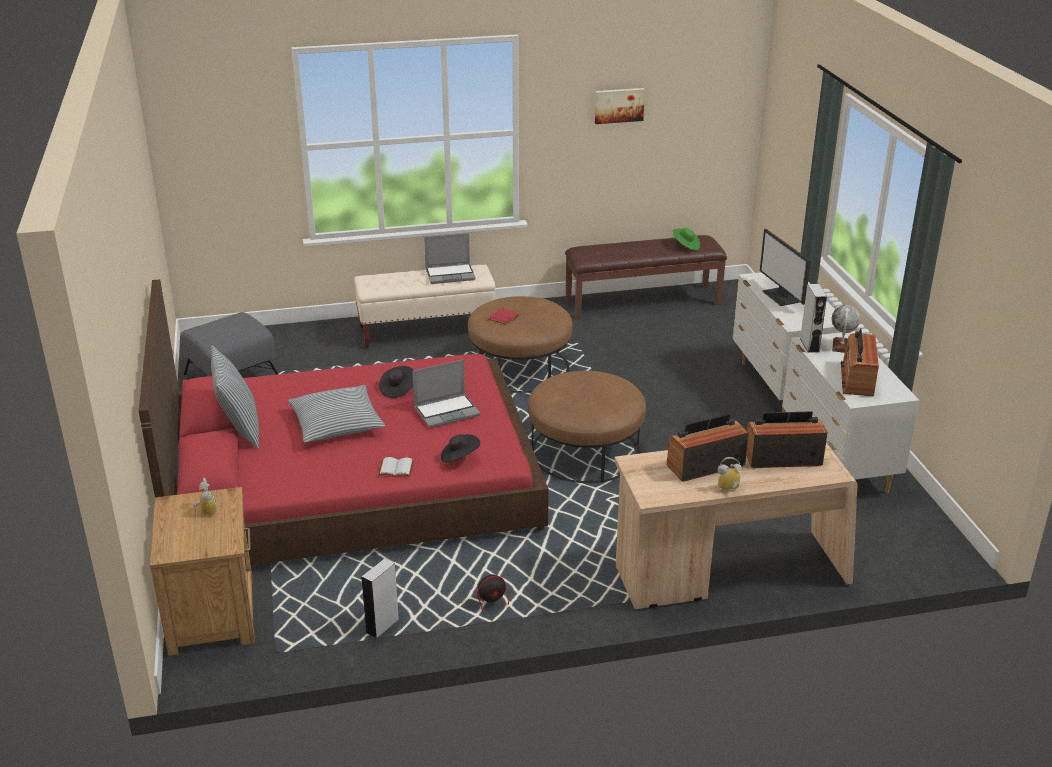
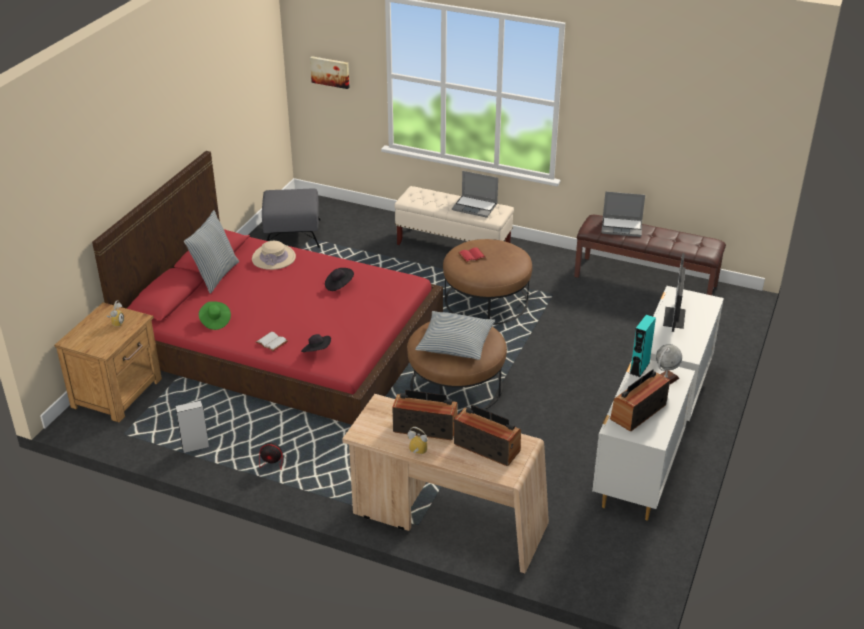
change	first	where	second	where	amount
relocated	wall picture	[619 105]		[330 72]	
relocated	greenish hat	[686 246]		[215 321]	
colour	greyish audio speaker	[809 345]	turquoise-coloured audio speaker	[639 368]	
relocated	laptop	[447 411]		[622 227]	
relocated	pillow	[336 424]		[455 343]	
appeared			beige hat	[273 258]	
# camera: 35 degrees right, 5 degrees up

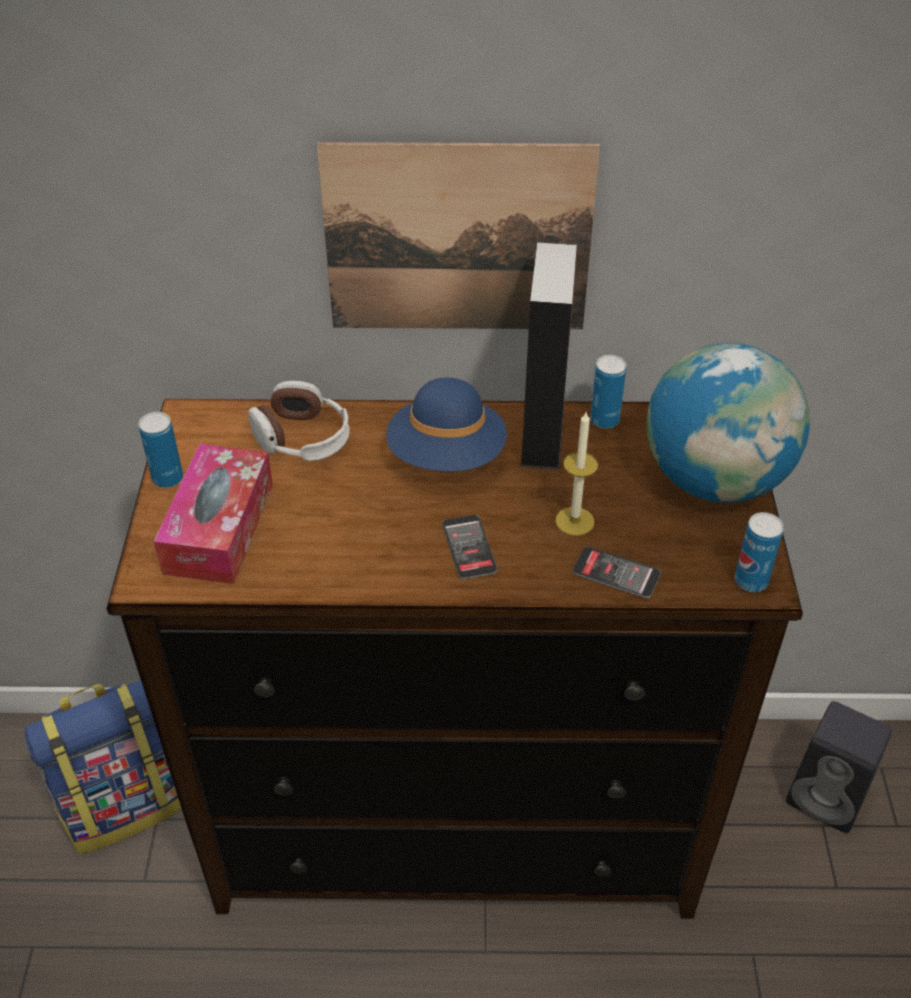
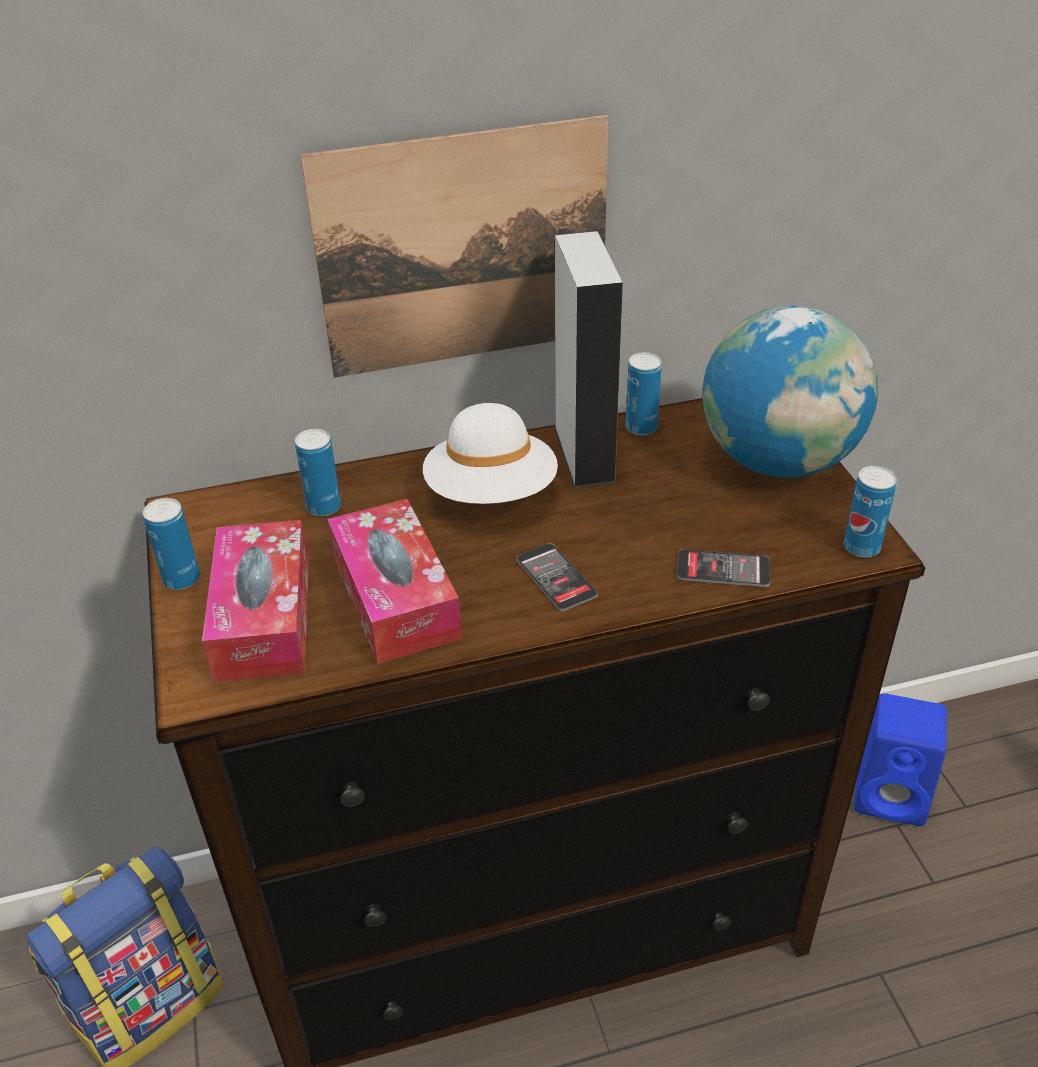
change	first	where	second	where	amount
colour	blue-coloured hat	[447 456]	whitish hat	[491 493]	
exchanged	headset	[302 438]	can	[324 507]	
missing	candle	[574 521]			
colour	blackish audio speaker	[829 797]	blue-coloured audio speaker	[893 796]	
appeared			tissue holder	[395 598]	
# camera: 15 degrees left, 5 degrees down

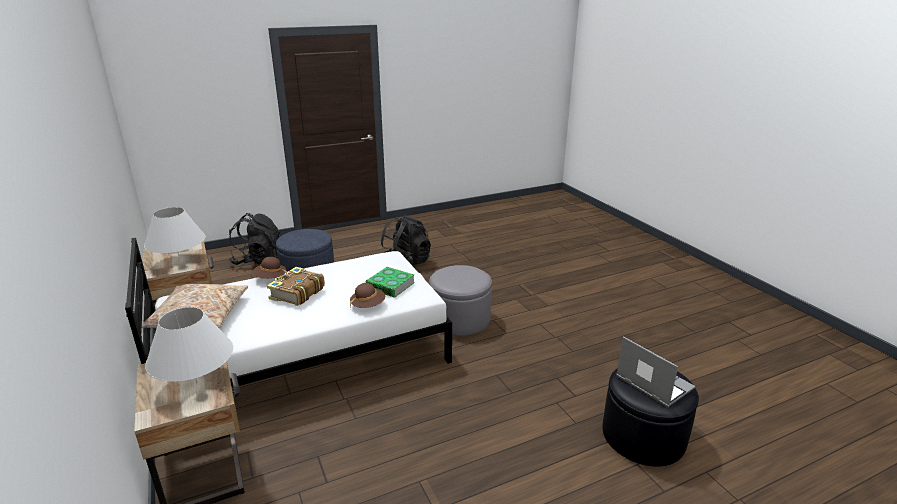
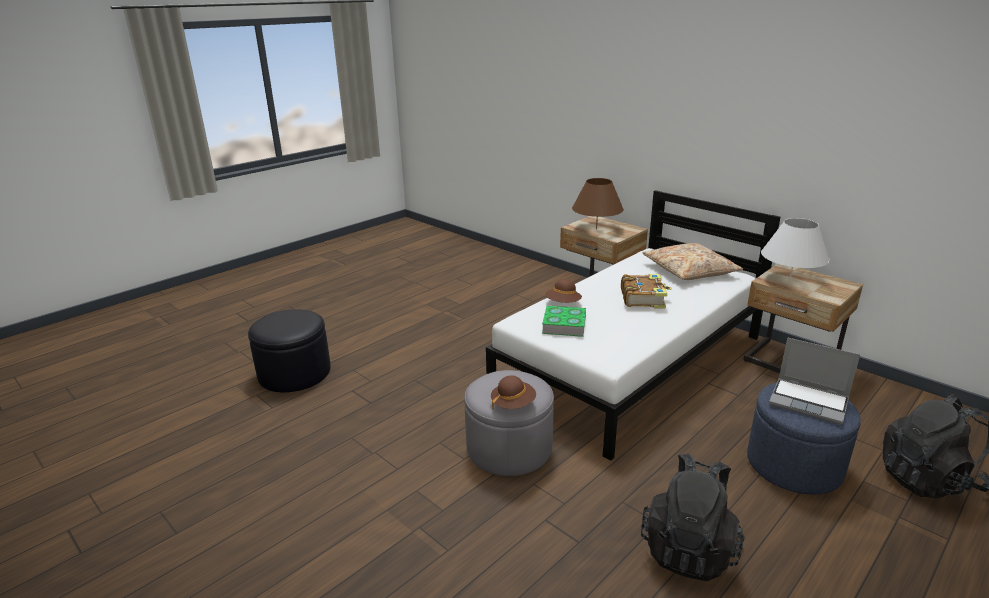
change	first	where	second	where	amount
relocated	brown-coloured hat	[270 278]		[513 404]	
colour	whitish tabletop lamp	[197 383]	brown-coloured tabletop lamp	[596 229]	
relocated	laptop	[652 383]		[809 402]	
# camera: 160 degrees right, 0 degrees up

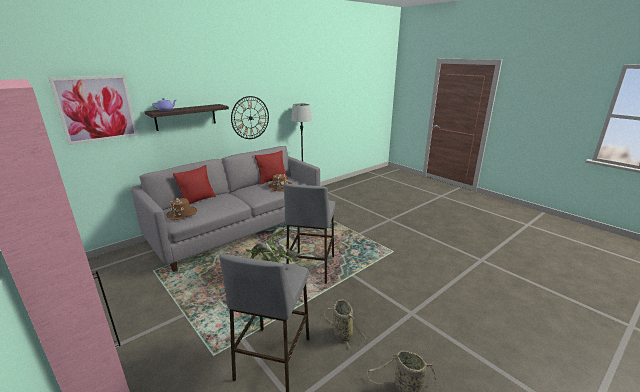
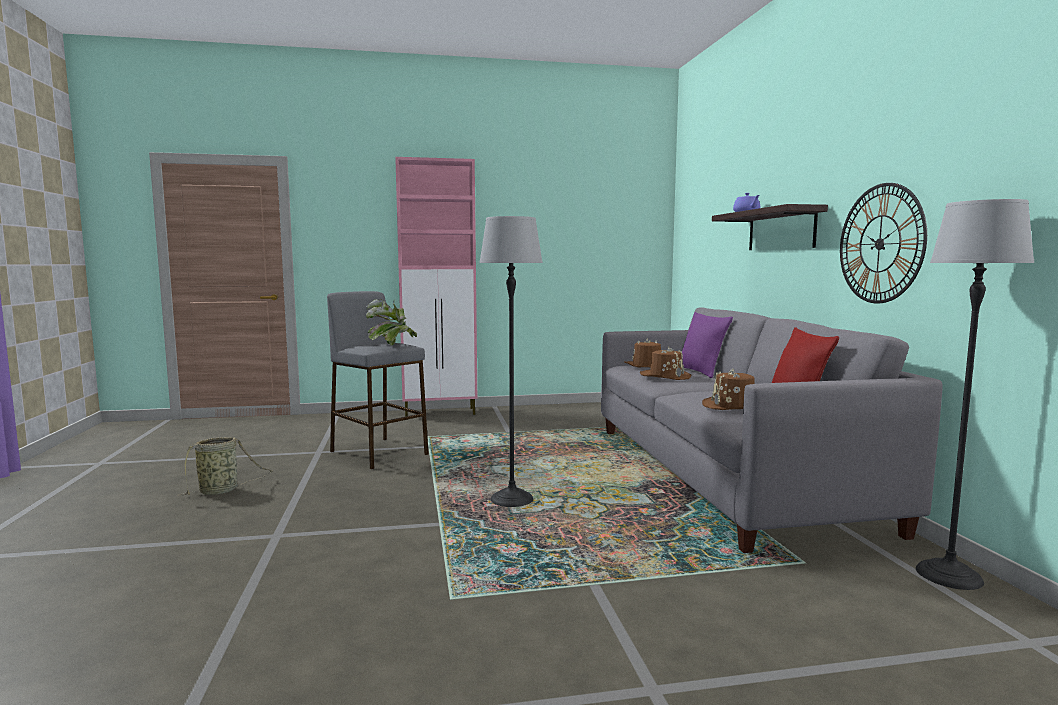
change	first	where	second	where	amount
missing	wall picture	[97 109]			
colour	reddish pillow	[197 200]	purple-coloured pillow	[700 372]	
exchanged	greyish stool seat	[311 267]	floor lamp	[512 499]	
missing	basket	[342 333]			
appeared			brown-coloured hat	[665 376]	
# camera: 120 degrees right, 15 degrees down

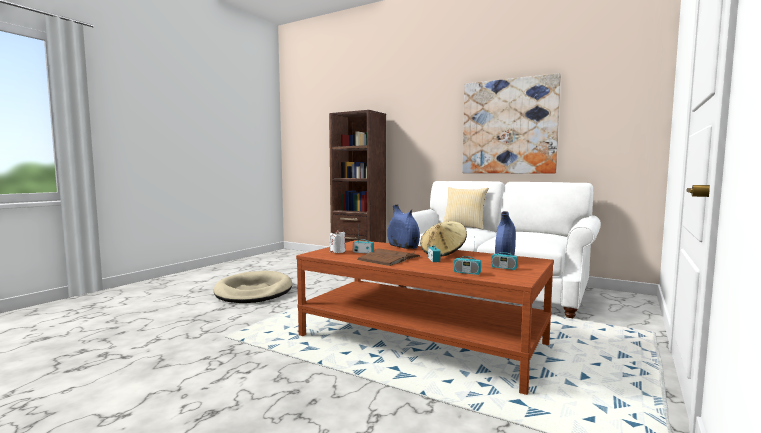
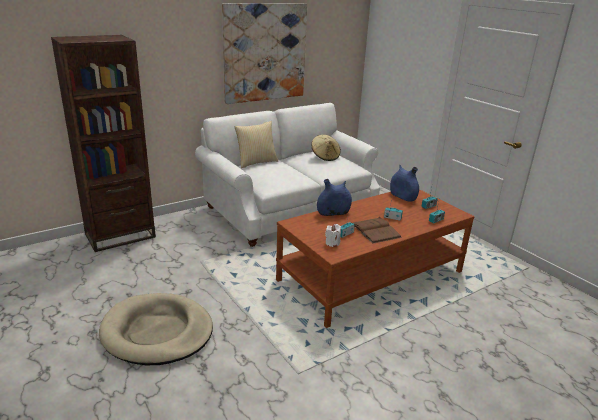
change	first	where	second	where	amount
relocated	beige hat	[443 253]		[325 157]	
# camera: 65 degrees left, 20 degrees up

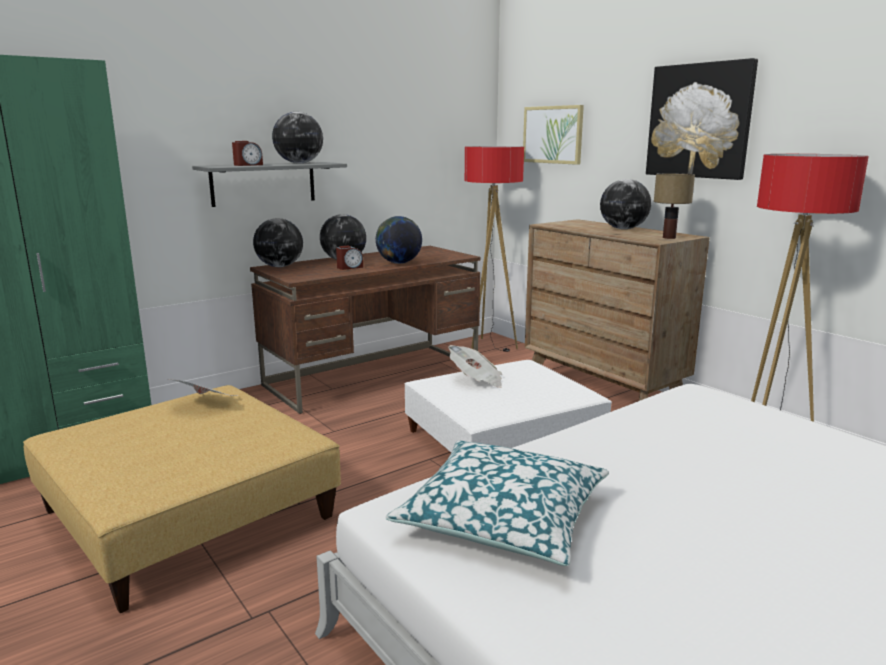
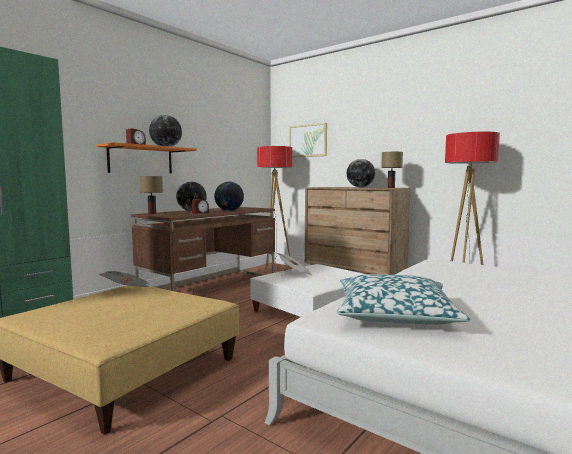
change	first	where	second	where	amount
missing	wall picture	[699 121]			
colour	greyish shelf	[263 183]	orange-coloured shelf	[141 160]	
exchanged	world globe	[280 266]	tabletop lamp	[152 213]	
# camera: 15 degrees left, 10 degrees down

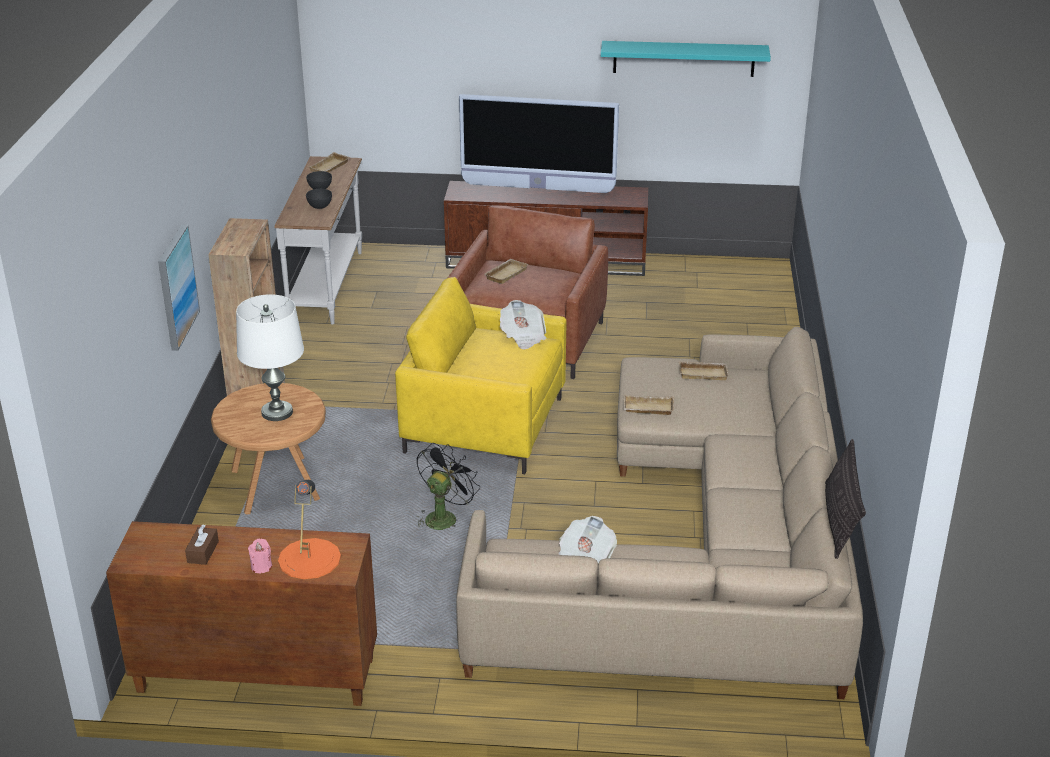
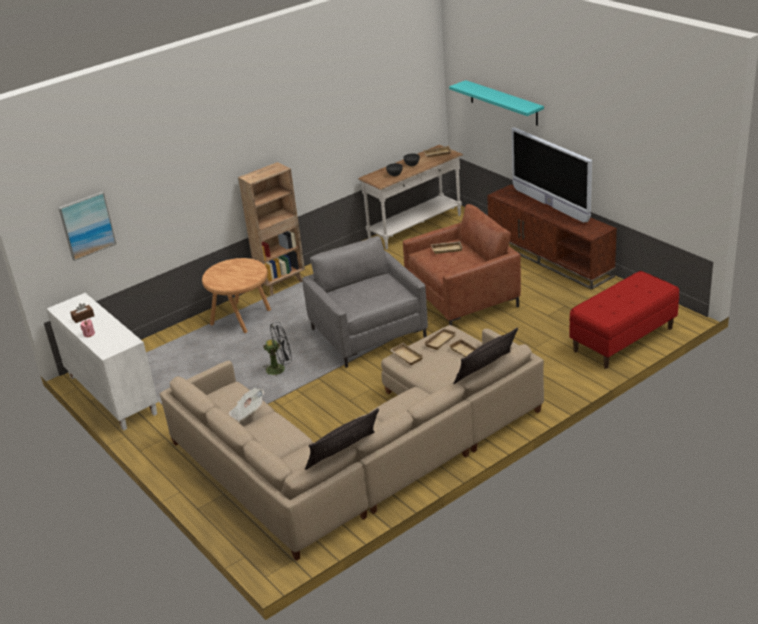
change	first	where	second	where	amount
relocated	turquoise-coloured shelf	[684 58]		[503 103]	
relocated	wall picture	[176 287]		[87 225]	
colour	yellow easy chair	[484 425]	greyish easy chair	[368 334]	
missing	whitish tabletop lamp	[277 412]			
missing	daily paper	[523 336]			
missing	orange-coloured tabletop lamp	[309 559]			
colour	brown-coloured storage cabinet	[254 675]	whitish storage cabinet	[111 395]	
appeared			reddish bench	[623 340]	
appeared			pillow	[486 369]	
appeared			beige serving tray	[439 340]	
# camera: 50 degrees right, 0 degrees up

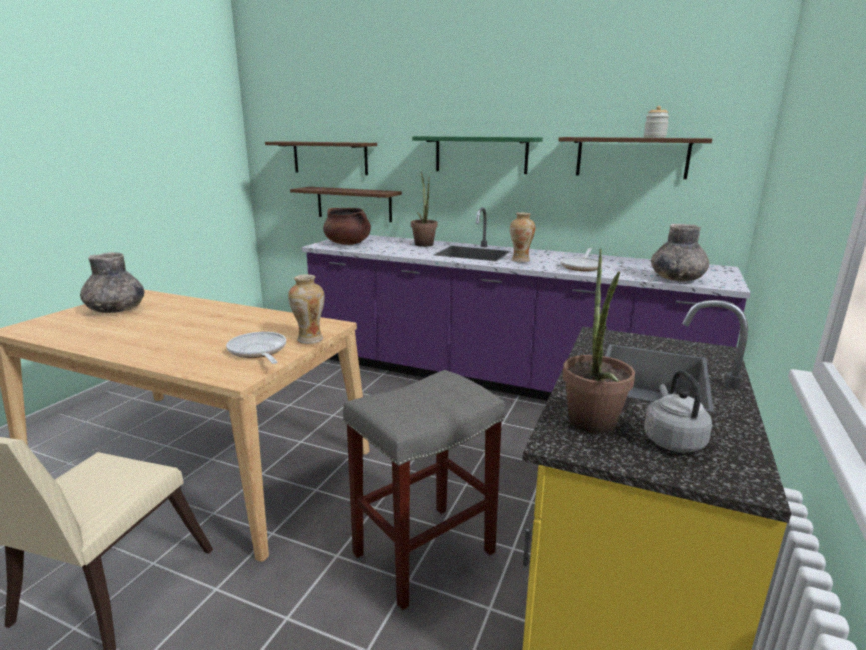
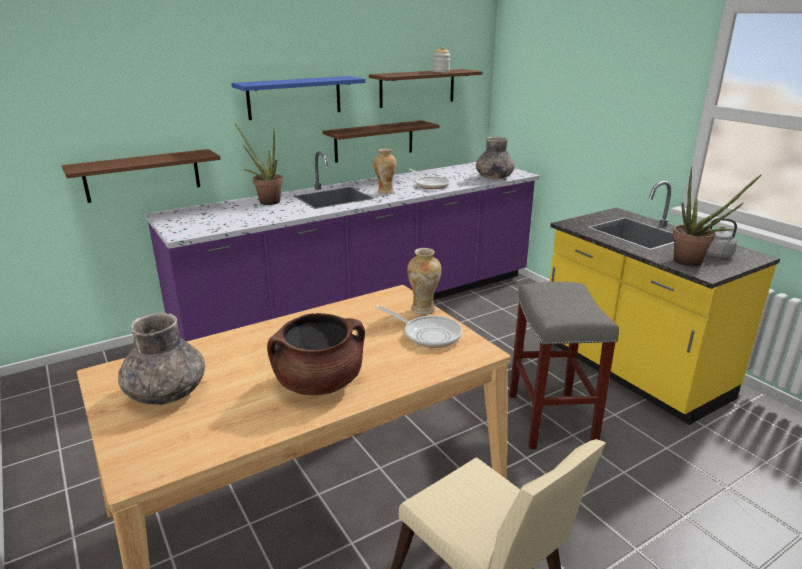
change	first	where	second	where	amount
colour	greenish shelf	[481 154]	blue-coloured shelf	[294 97]	
relocated	brown-coloured shelf	[330 158]		[374 141]	
relocated	brown-coloured stockpot	[348 244]		[319 383]	
spun	skillet	[258 352]		[428 334]	150 degrees counterclockwise
# camera: 55 degrees left, 5 degrees up

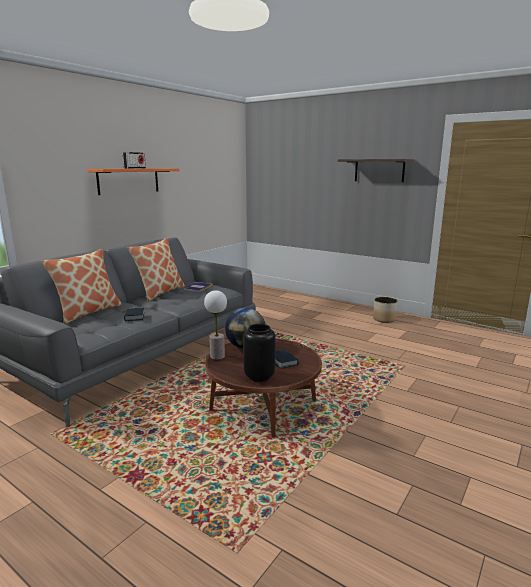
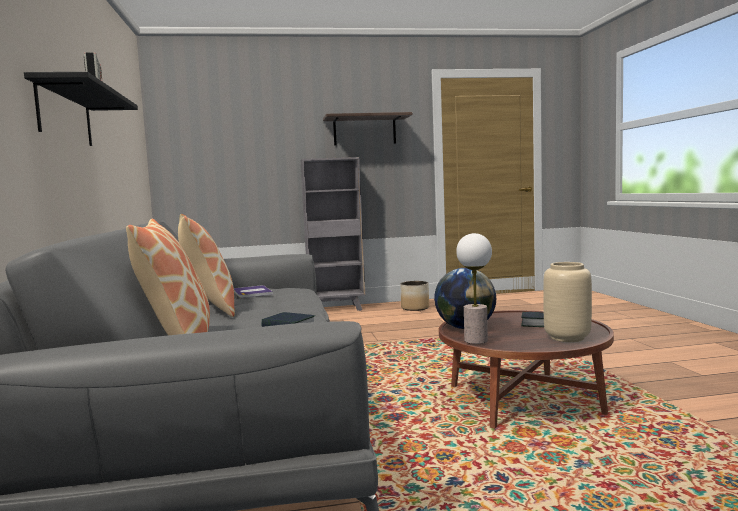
change	first	where	second	where	amount
colour	orange-coloured shelf	[128 181]	blackish shelf	[65 115]	
colour	blackish vase	[258 376]	beige vase	[567 338]	
appeared			greyish bookcase	[337 309]	
# camera: 45 degrees left, 10 degrees down

